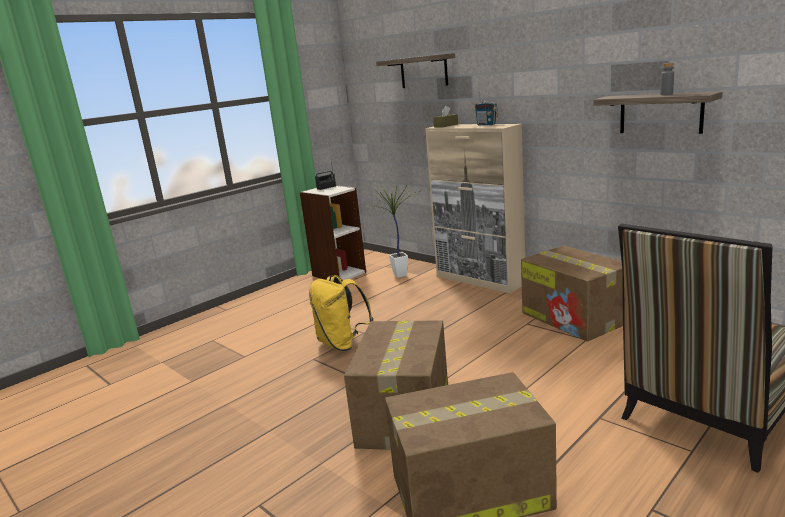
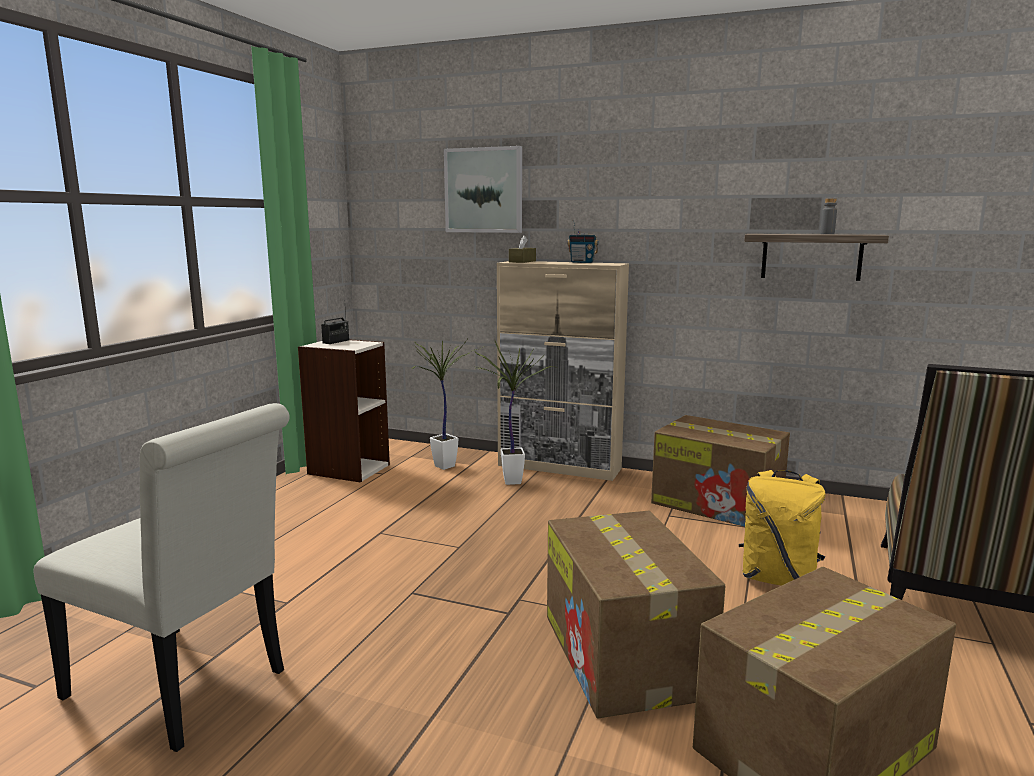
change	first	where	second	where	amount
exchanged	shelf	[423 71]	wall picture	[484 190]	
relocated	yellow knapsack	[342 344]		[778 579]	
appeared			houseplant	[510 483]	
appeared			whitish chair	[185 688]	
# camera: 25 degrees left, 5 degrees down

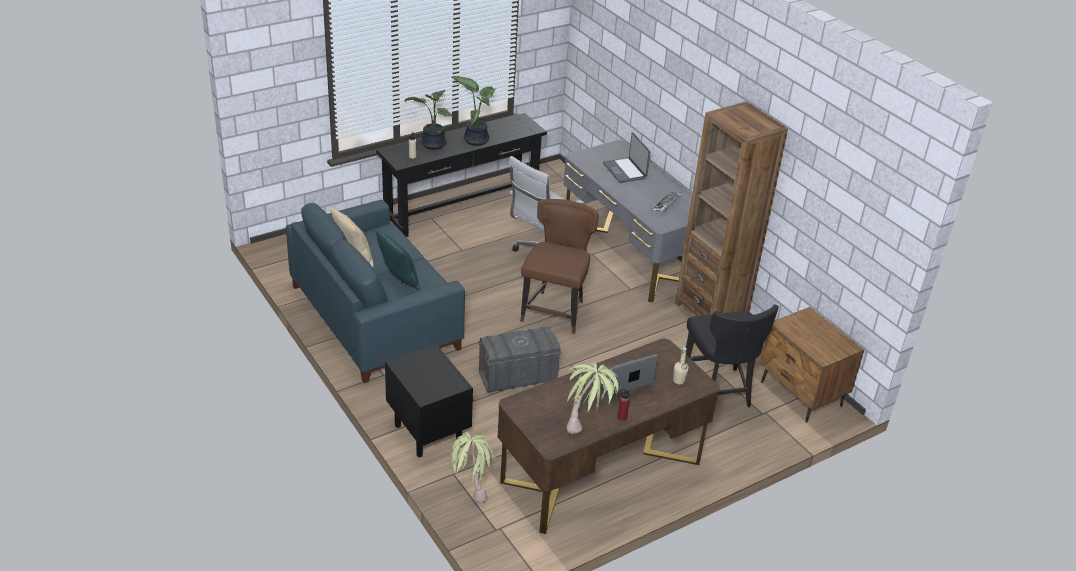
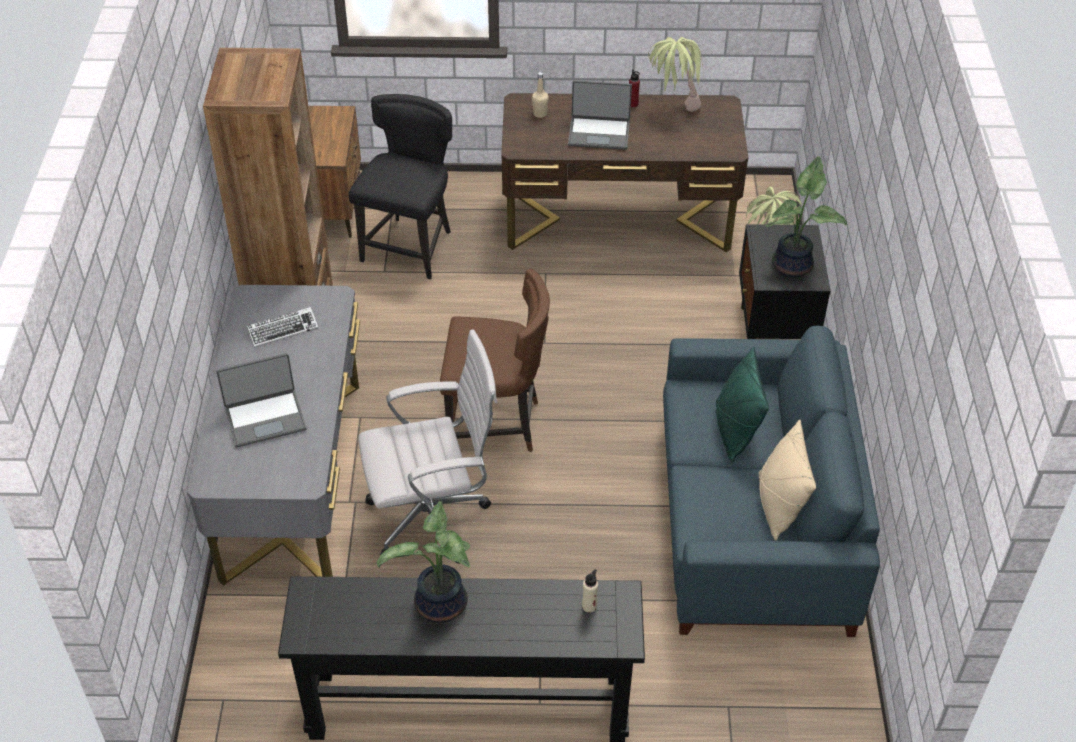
change	first	where	second	where	amount
relocated	houseplant	[432 145]		[794 265]	
spun	laptop	[625 171]		[265 418]	60 degrees clockwise
spun	brown-coloured chair	[555 311]		[496 424]	135 degrees counterclockwise
missing	greyish storage box	[517 377]			
# camera: 145 degrees left, 10 degrees up

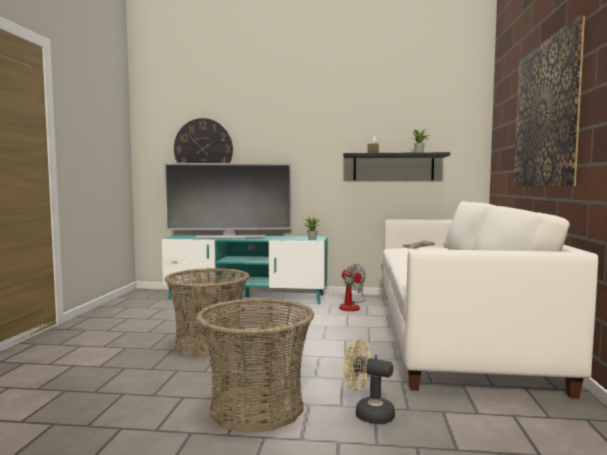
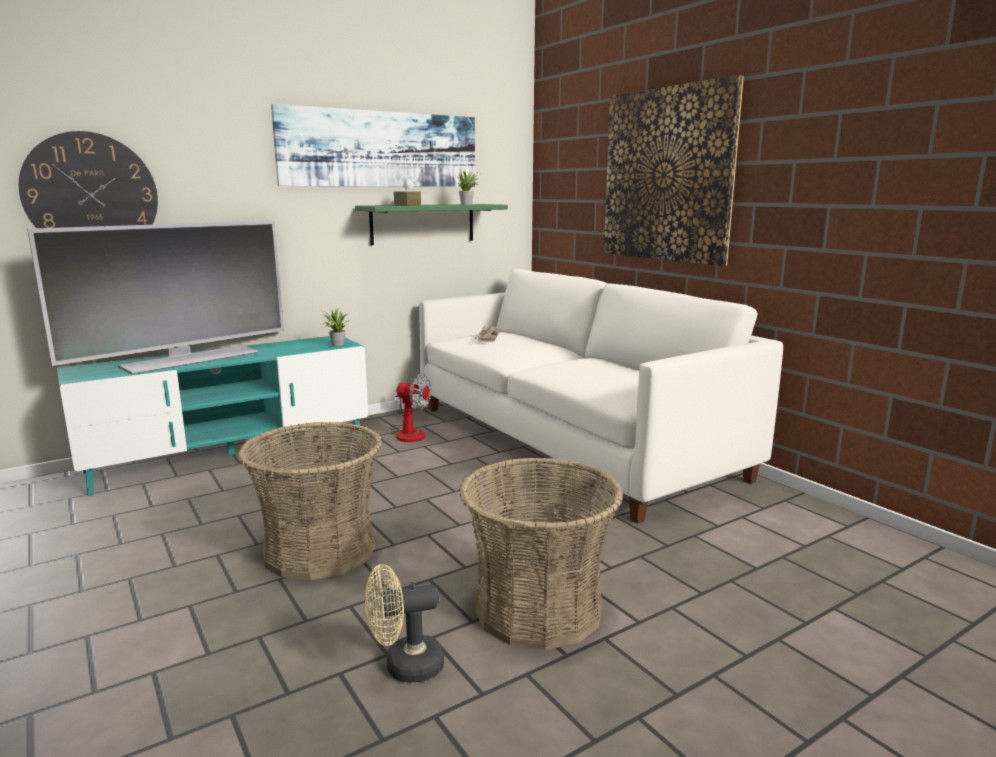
change	first	where	second	where	amount
colour	blackish shelf	[393 167]	greenish shelf	[423 223]	
relocated	beige cooling fan	[368 414]		[405 666]	
appeared			wall picture	[381 149]	
# camera: 40 degrees left, 10 degrees up

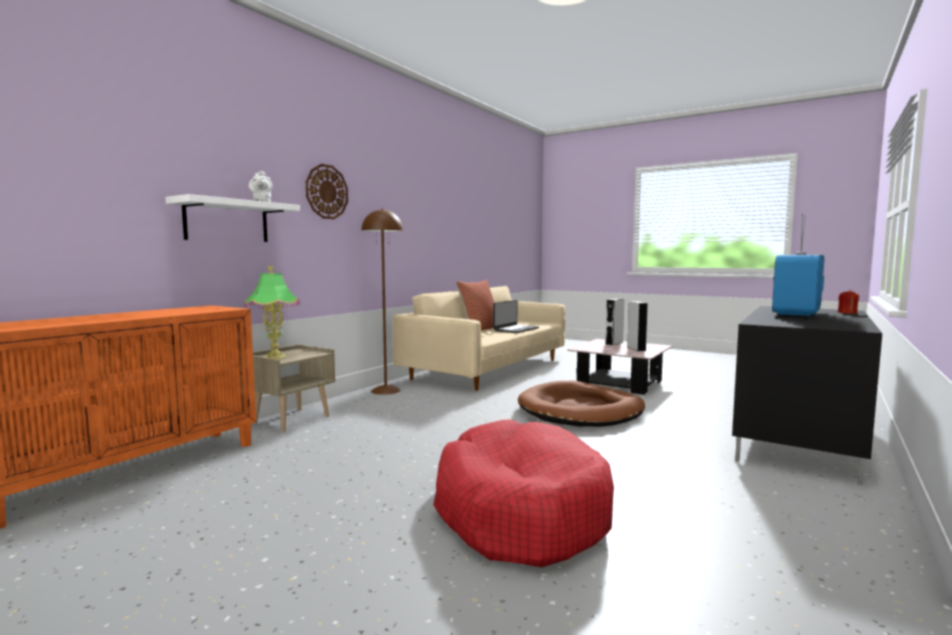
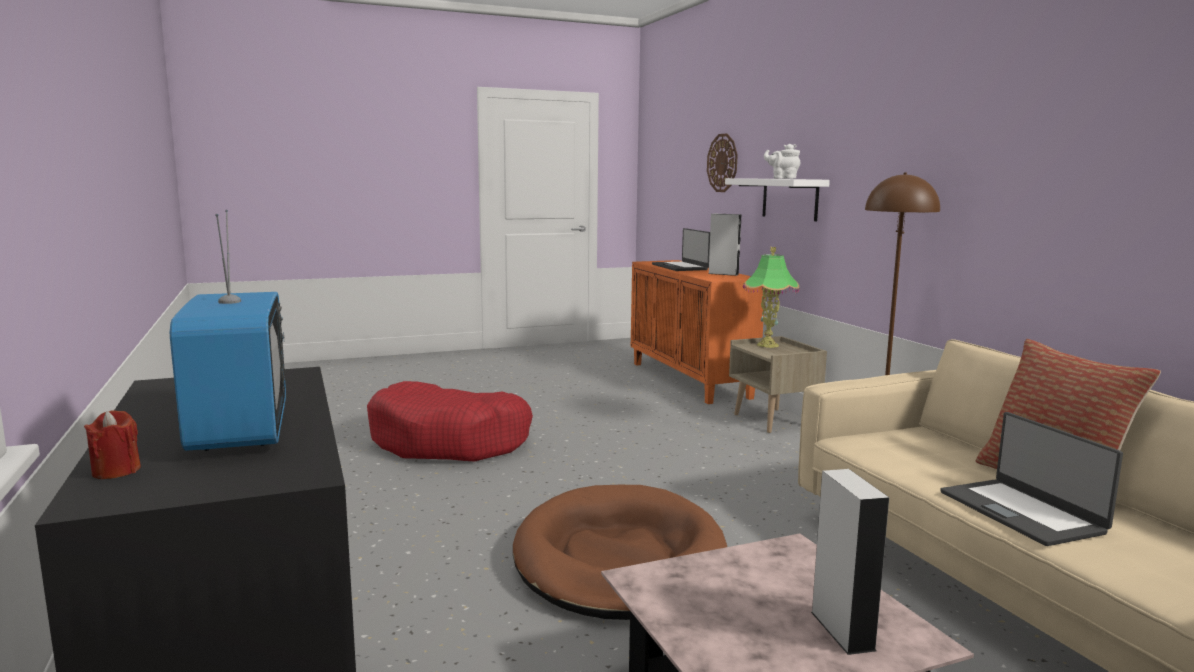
change	first	where	second	where	amount
relocated	hanging clock	[326 192]		[722 163]	
relocated	greyish audio speaker	[636 349]		[723 274]	
appeared			laptop	[680 267]	
# camera: 125 degrees right, 5 degrees up

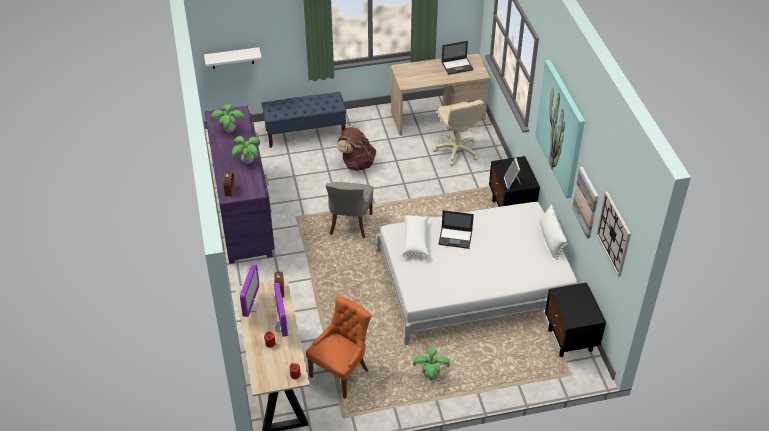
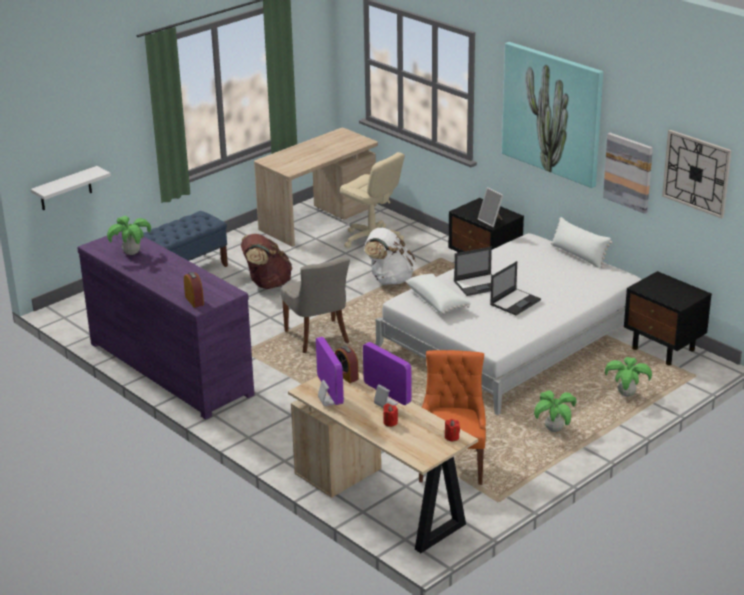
change	first	where	second	where	amount
relocated	laptop	[457 66]		[515 302]	
relocated	houseplant	[248 161]		[626 394]	
appeared			whitish knapsack	[389 279]	
# camera: 30 degrees left, 15 degrees down

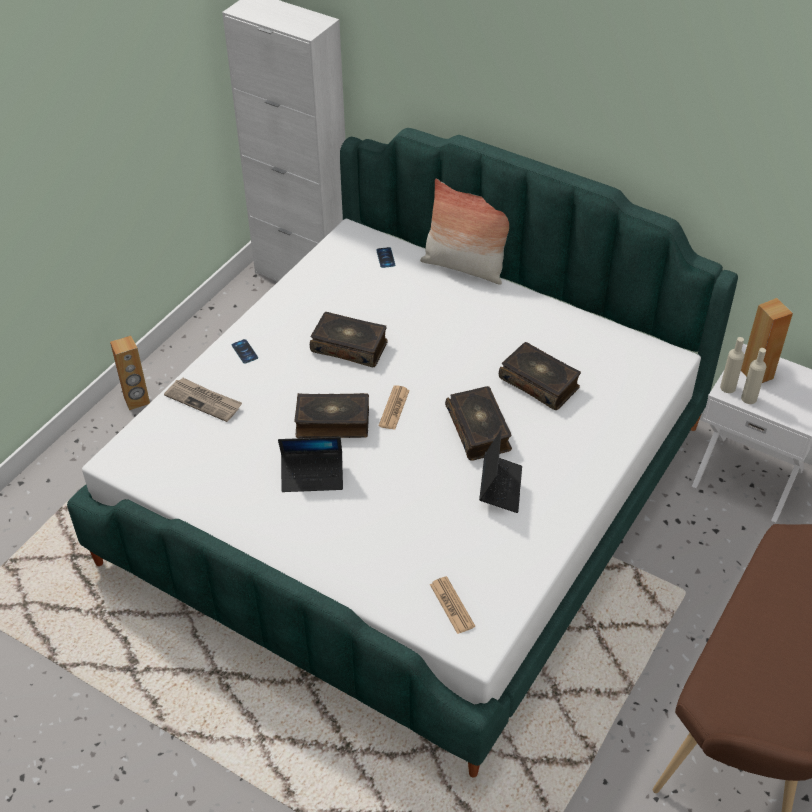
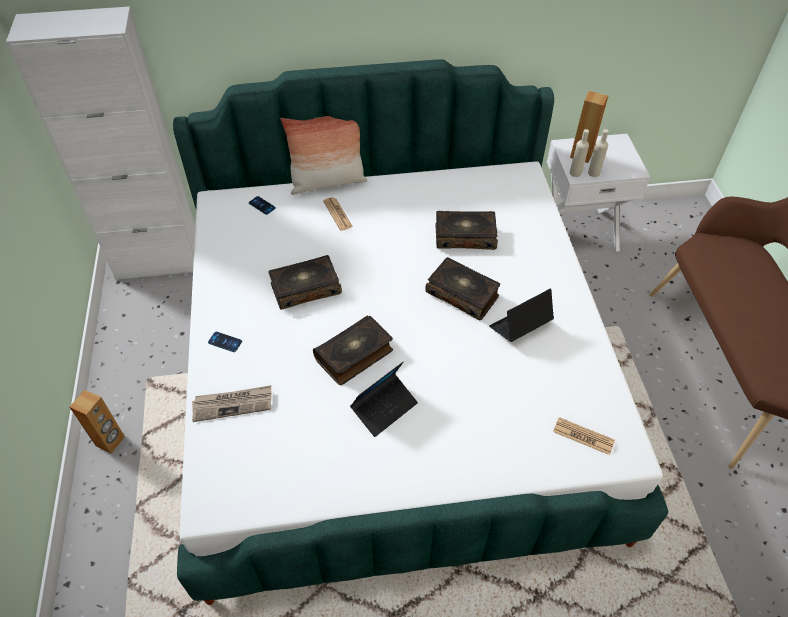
change	first	where	second	where	amount
relocated	daily paper	[394 408]		[337 214]	
spun	laptop	[500 487]		[520 326]	90 degrees counterclockwise
# camera: 40 degrees left, 5 degrees up

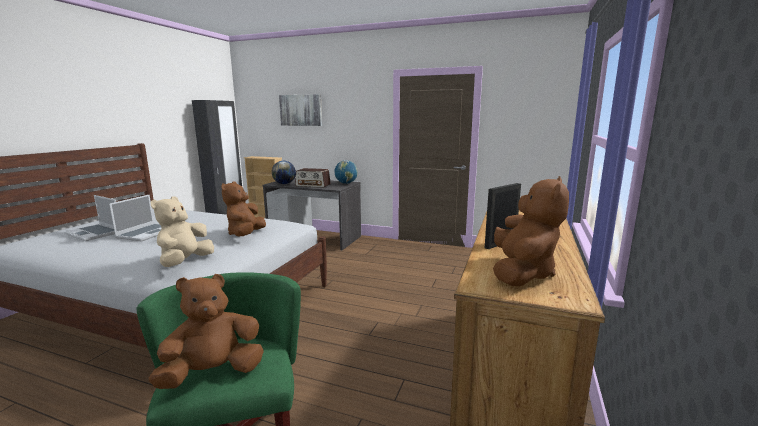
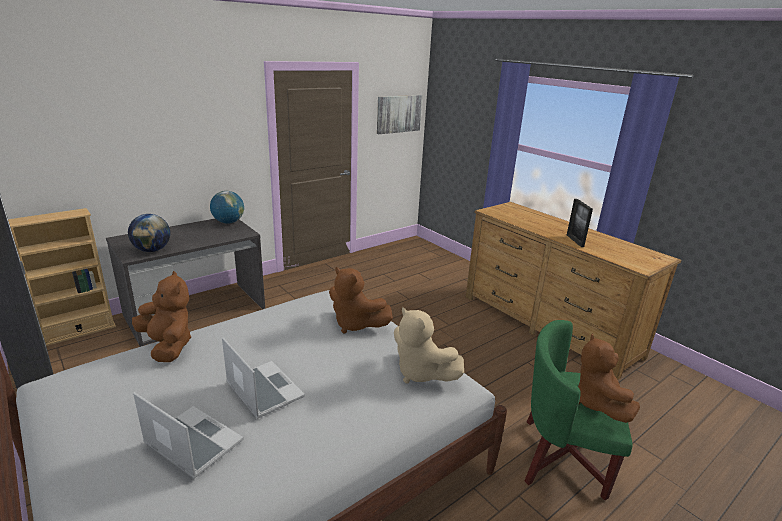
change	first	where	second	where	amount
relocated	wall picture	[301 110]		[398 114]	
missing	radio receiver	[313 185]			
relocated	brown-coloured plush toy	[521 273]		[168 346]	
spun	laptop	[95 233]		[191 443]	120 degrees counterclockwise
# camera: 60 degrees left, 10 degrees up

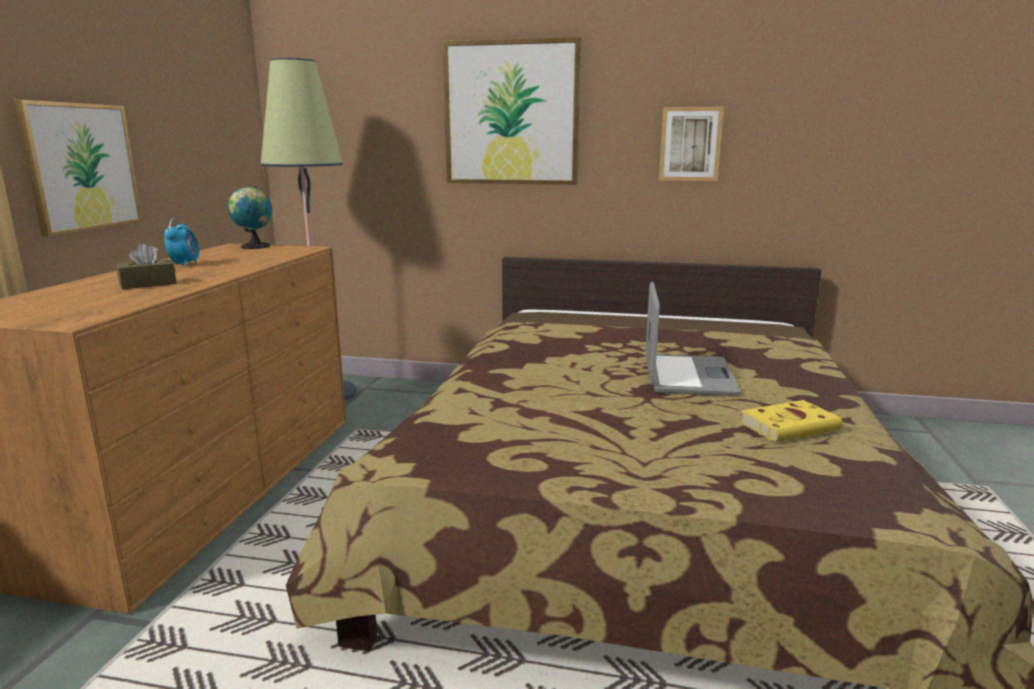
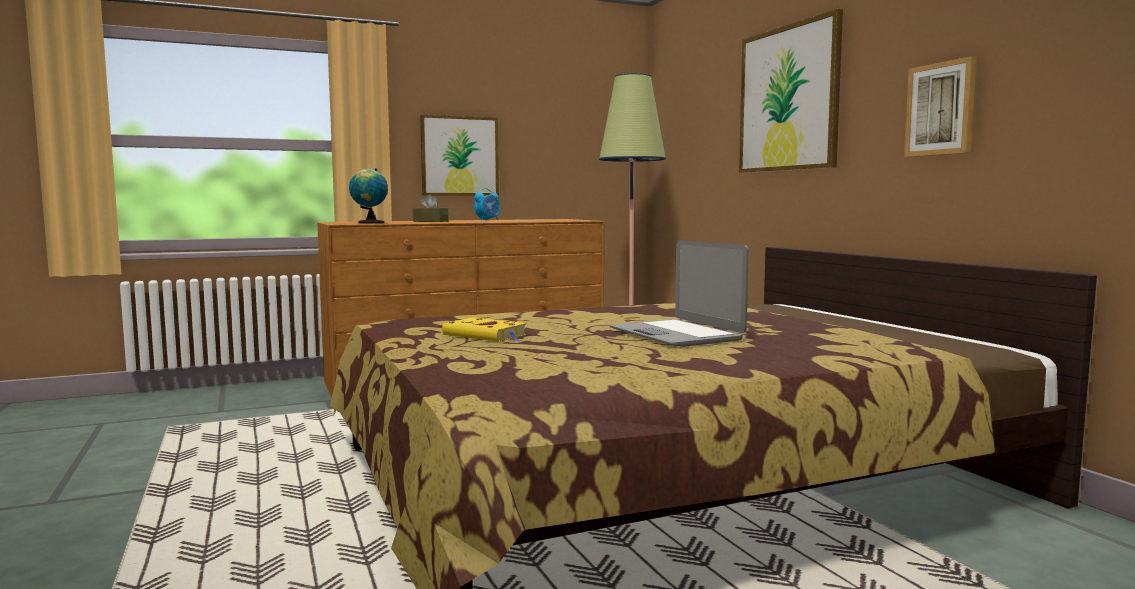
change	first	where	second	where	amount
relocated	world globe	[254 247]		[369 223]	
spun	laptop	[687 376]		[676 335]	90 degrees clockwise
relocated	yellow volume	[791 426]		[487 335]	
# camera: 55 degrees right, 10 degrees down

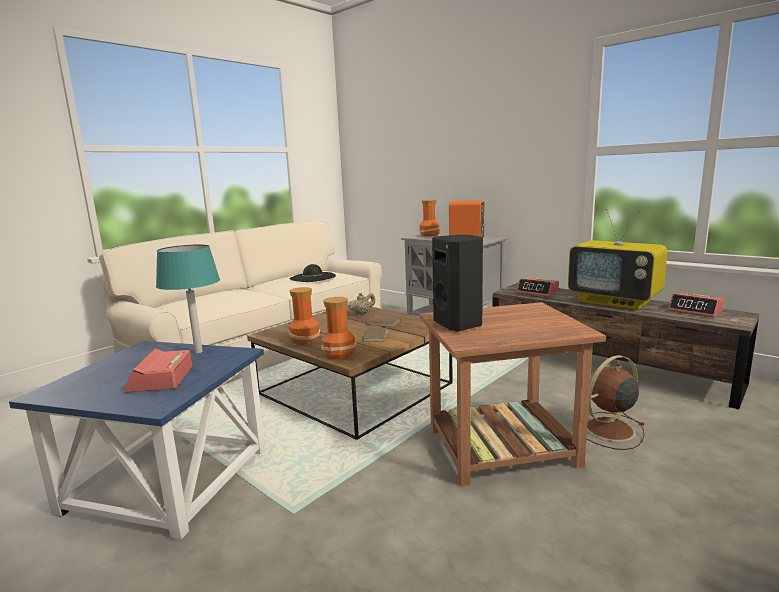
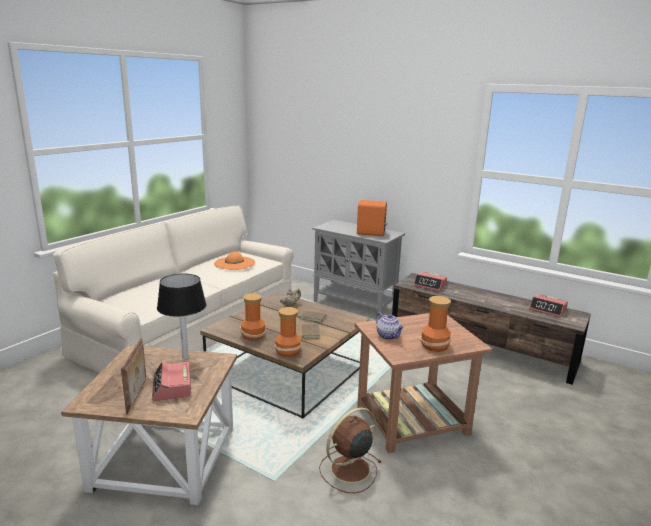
change	first	where	second	where	amount
relocated	vase	[429 235]		[435 346]	
missing	TV	[615 302]			
exchanged	blackish audio speaker	[459 324]	pot for tea	[388 336]	
colour	turquoise-coloured tabletop lamp	[198 352]	blackish tabletop lamp	[185 358]	
colour	blackish hat	[312 277]	orange-coloured hat	[234 263]	
colour	blue-coloured end table	[171 478]	brown-coloured end table	[167 457]	
relocated	brown-coloured cooling fan	[608 430]		[348 469]	
appeared			standing frame	[137 395]	
# camera: 10 degrees left, 5 degrees up

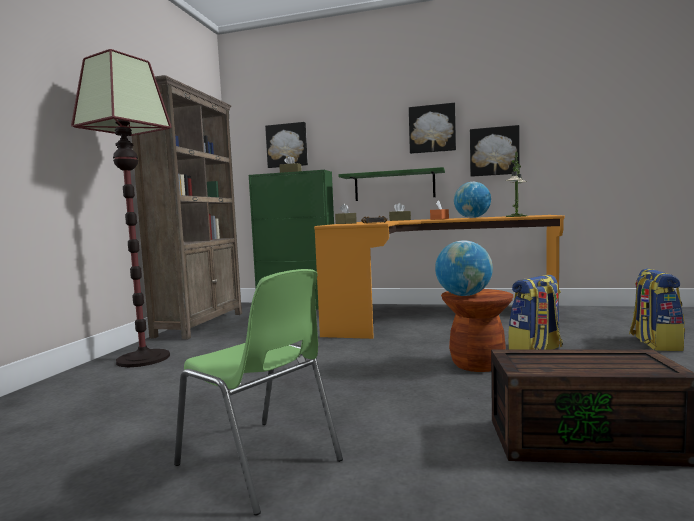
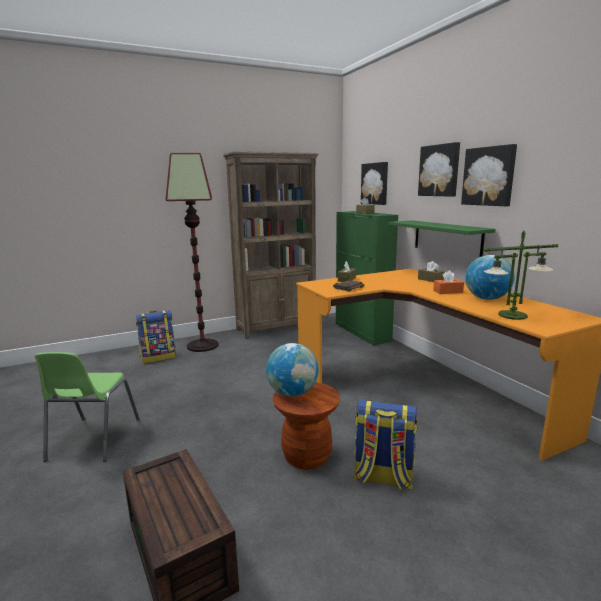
change	first	where	second	where	amount
relocated	wall picture	[494 151]		[439 170]	
relocated	knapsack	[654 343]		[158 357]	
# camera: 50 degrees right, 10 degrees up

